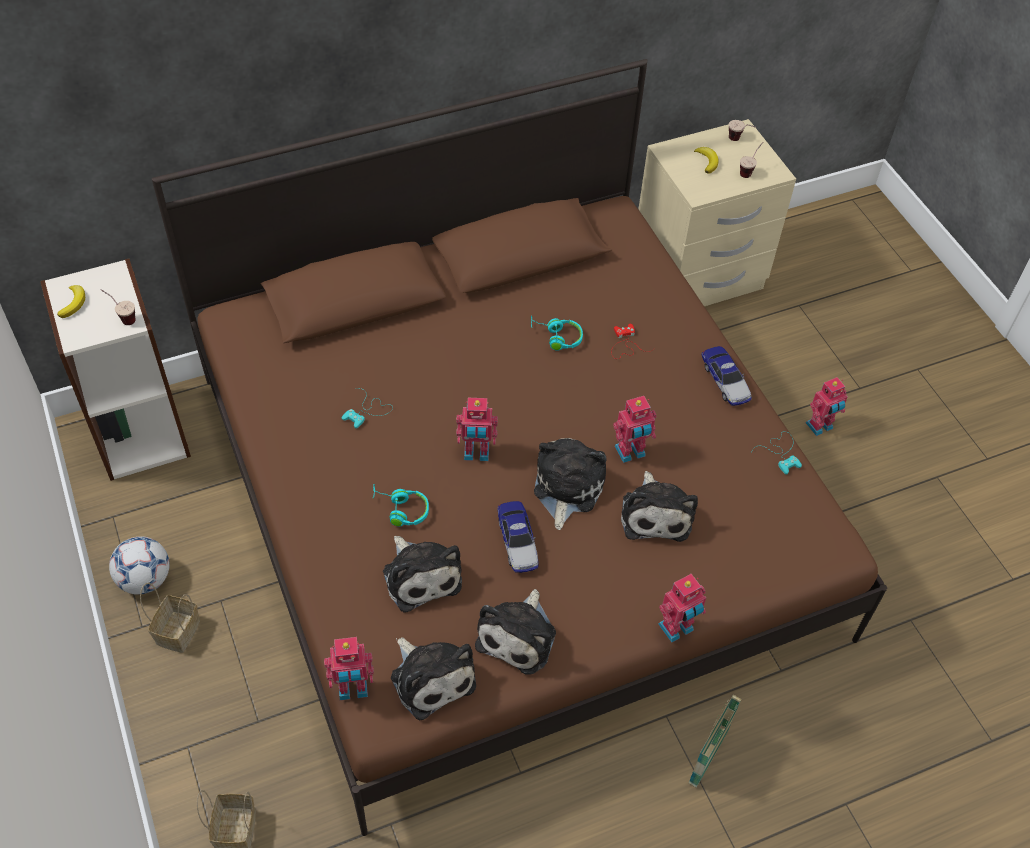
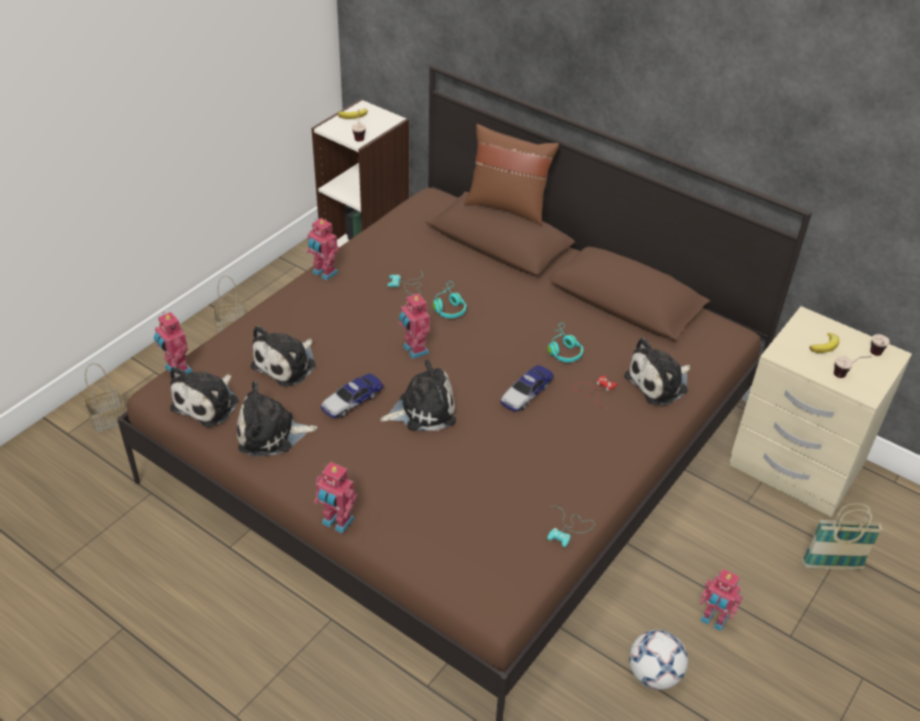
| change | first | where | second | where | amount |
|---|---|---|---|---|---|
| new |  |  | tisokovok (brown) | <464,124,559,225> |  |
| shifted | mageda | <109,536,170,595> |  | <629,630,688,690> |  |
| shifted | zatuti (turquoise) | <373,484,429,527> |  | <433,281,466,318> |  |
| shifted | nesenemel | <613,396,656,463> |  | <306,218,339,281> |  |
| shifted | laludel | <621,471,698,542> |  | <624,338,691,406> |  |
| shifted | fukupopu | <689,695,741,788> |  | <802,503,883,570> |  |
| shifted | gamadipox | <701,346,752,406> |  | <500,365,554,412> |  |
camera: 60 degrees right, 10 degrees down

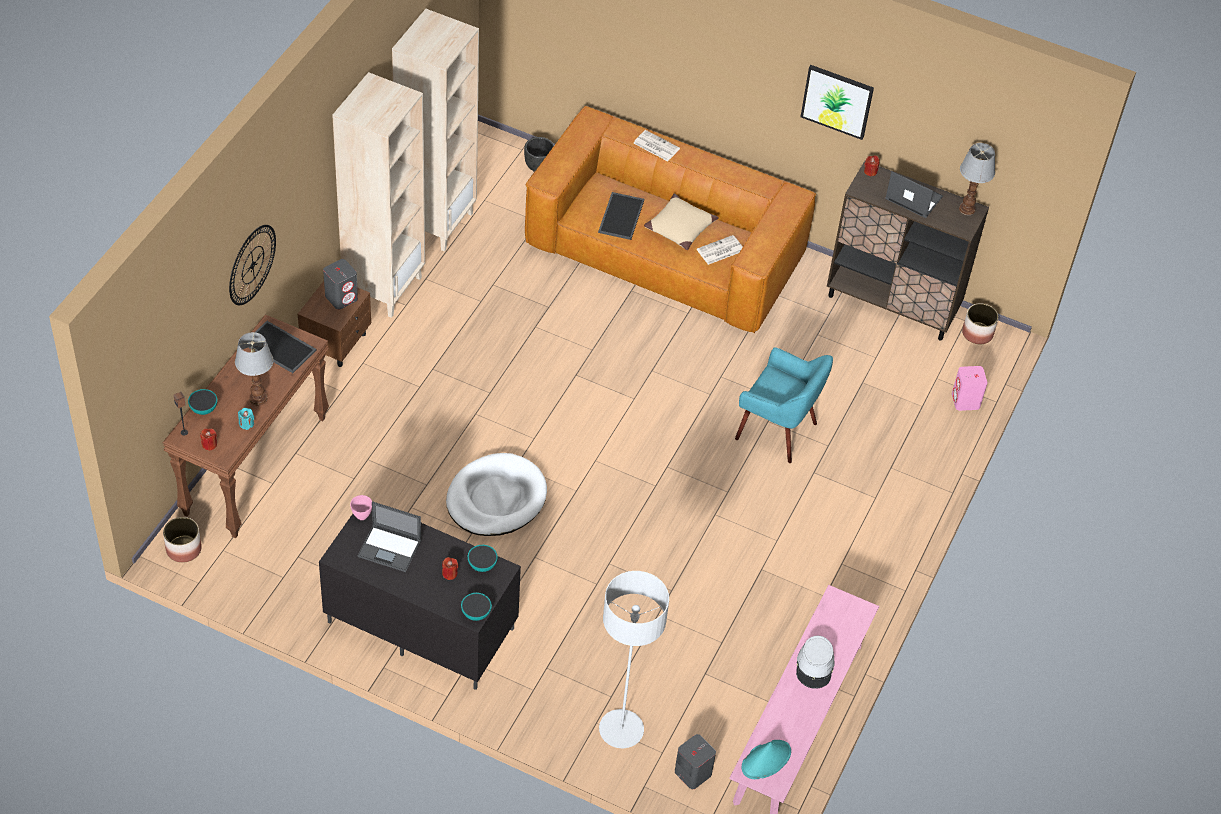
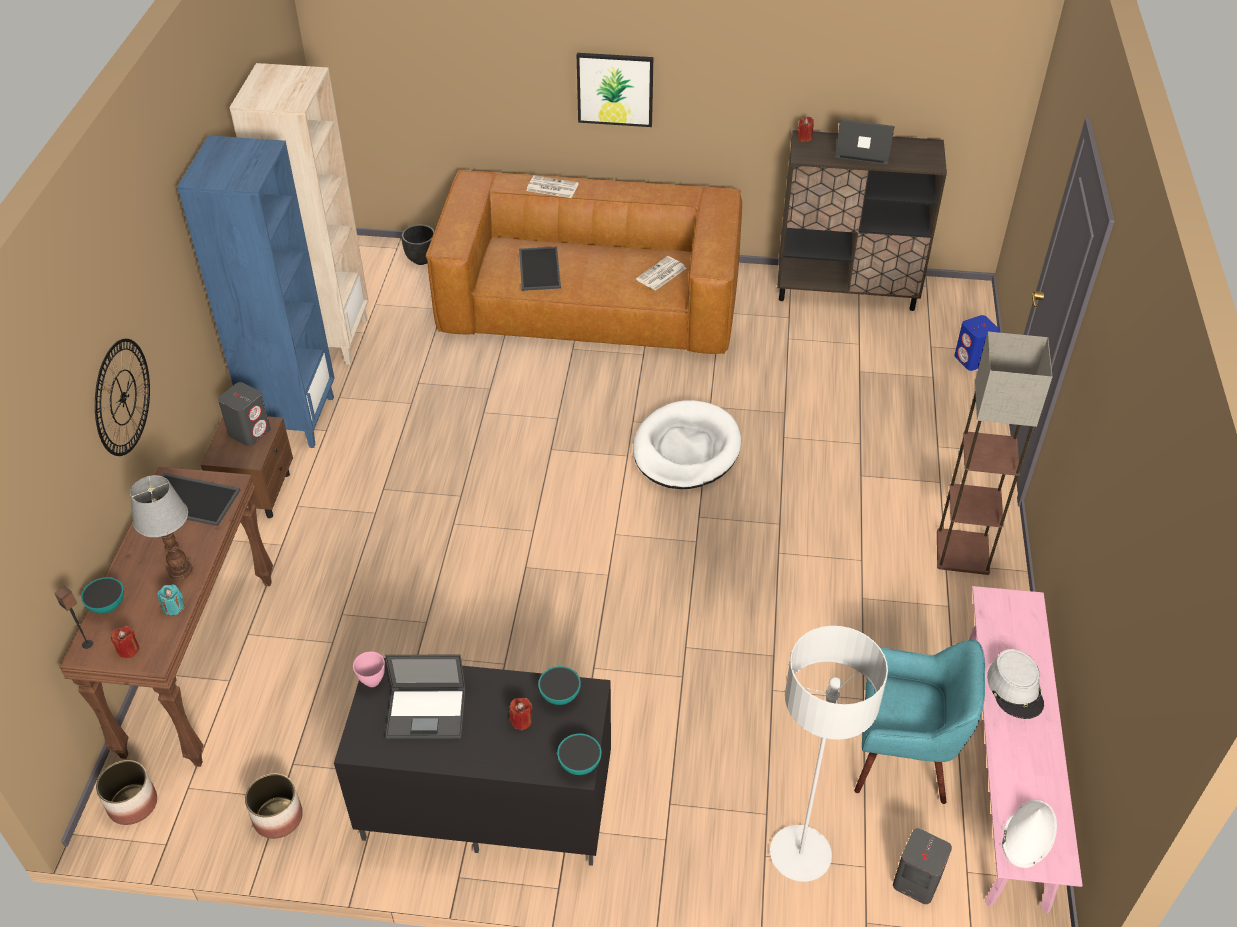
| change | first | where | second | where | amount |
|---|---|---|---|---|---|
| gone | tisokovok (beige) | <644,194,719,250> |  |  |  |
| gone | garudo | <959,143,995,215> |  |  |  |
| new |  |  | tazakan | <937,331,1052,575> |  |
| shifted | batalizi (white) | <446,453,547,536> |  | <633,400,741,489> |  |
| shifted | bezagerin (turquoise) | <735,347,833,463> |  | <854,640,985,804> |  |
| shifted | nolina | <801,65,874,140> |  | <577,53,653,127> |  |
| shifted | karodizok | <962,303,999,344> |  | <245,773,303,839> |  |
| repainted | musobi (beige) | <332,72,425,318> | musobi (blue) | <177,135,334,448> |  |
| repainted | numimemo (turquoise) | <742,740,791,779> | numimemo (white) | <1002,800,1057,868> |  |
| repainted | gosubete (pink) | <952,366,987,411> | gosubete (blue) | <954,315,1000,371> |  |
camera: 15 degrees left, 5 degrees down

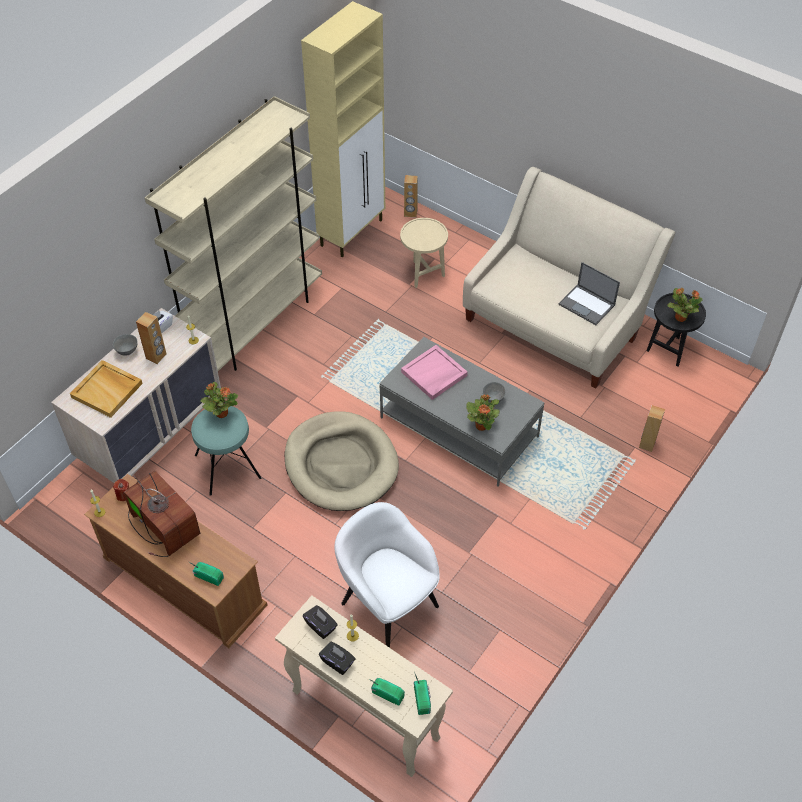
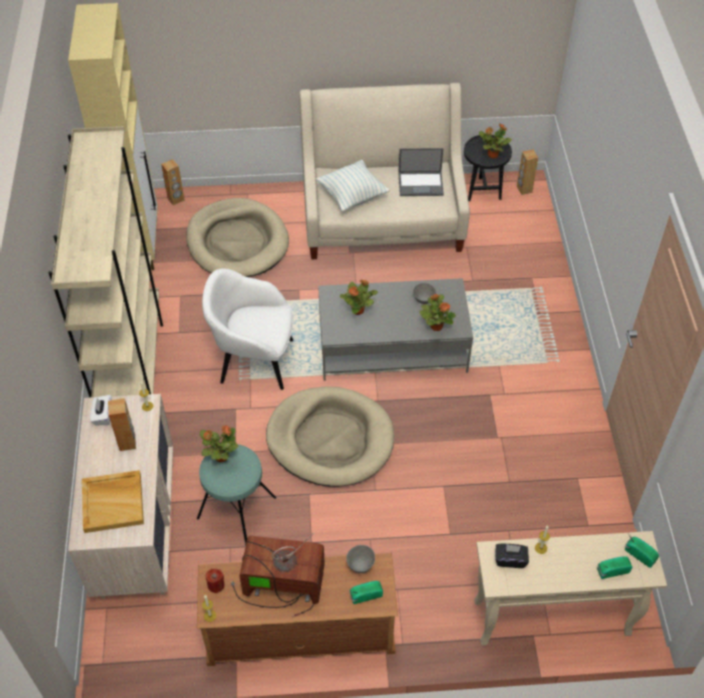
| change | first | where | second | where | amount |
|---|---|---|---|---|---|
| gone | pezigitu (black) | <319,641,355,675> |  |  |  |
| new |  |  | tisokovok | <316,160,389,212> |  |
| shifted | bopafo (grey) | <113,334,138,356> |  | <346,545,375,573> |  |
| shifted | bezagerin (white) | <334,502,440,648> |  | <202,268,293,390> |  |
| shifted | gosubete (brown) | <639,405,665,452> |  | <517,149,538,195> |  |
| swapped | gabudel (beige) | <400,218,448,288> | batalizi (beige) | <186,198,289,277> |  |
| swapped | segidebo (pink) | <401,345,468,400> | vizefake | <340,279,378,315> |  |
camera: 40 degrees left, 0 degrees up

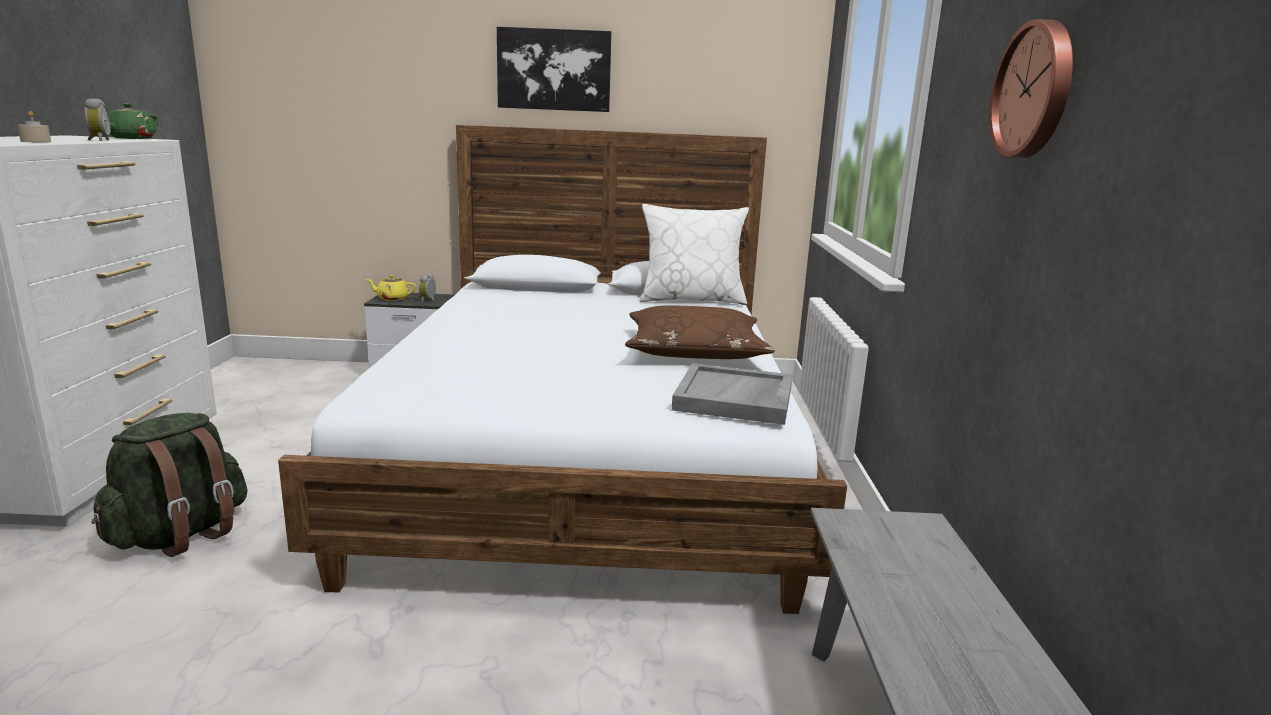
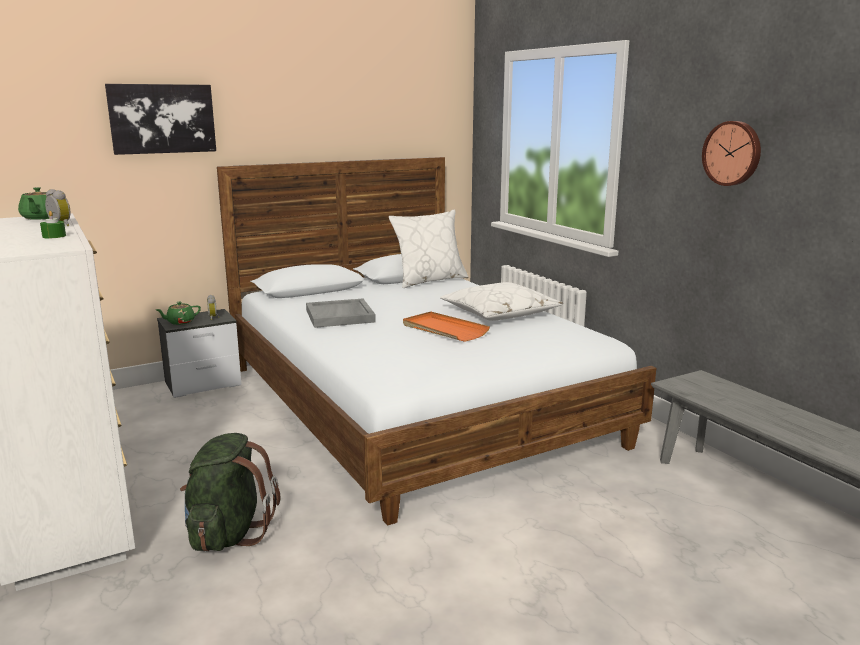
| change | first | where | second | where | amount |
|---|---|---|---|---|---|
| new |  |  | segidebo (orange) | <403,311,490,342> |  |
| shifted | nolina | <497,27,611,112> |  | <105,84,216,155> |  |
| shifted | segidebo (grey) | <672,363,793,425> |  | <306,299,376,328> |  |
| repainted | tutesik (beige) | <17,111,51,142> | tutesik (green) | <40,211,66,238> |  |
| repainted | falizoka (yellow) | <366,275,416,301> | falizoka (green) | <156,302,201,325> |  |
| repainted | tisokovok (brown) | <625,305,775,359> | tisokovok (white) | <440,282,563,321> |  |
camera: 30 degrees left, 0 degrees up

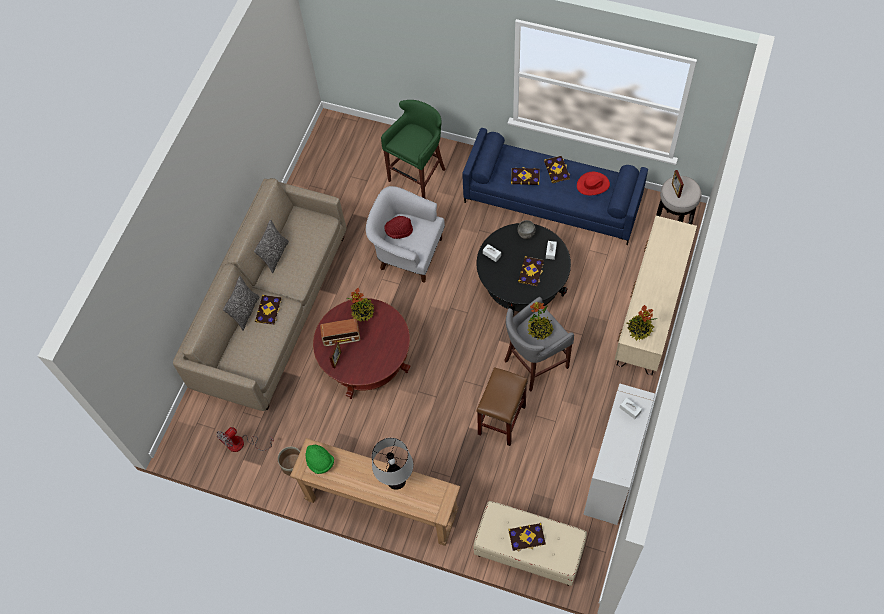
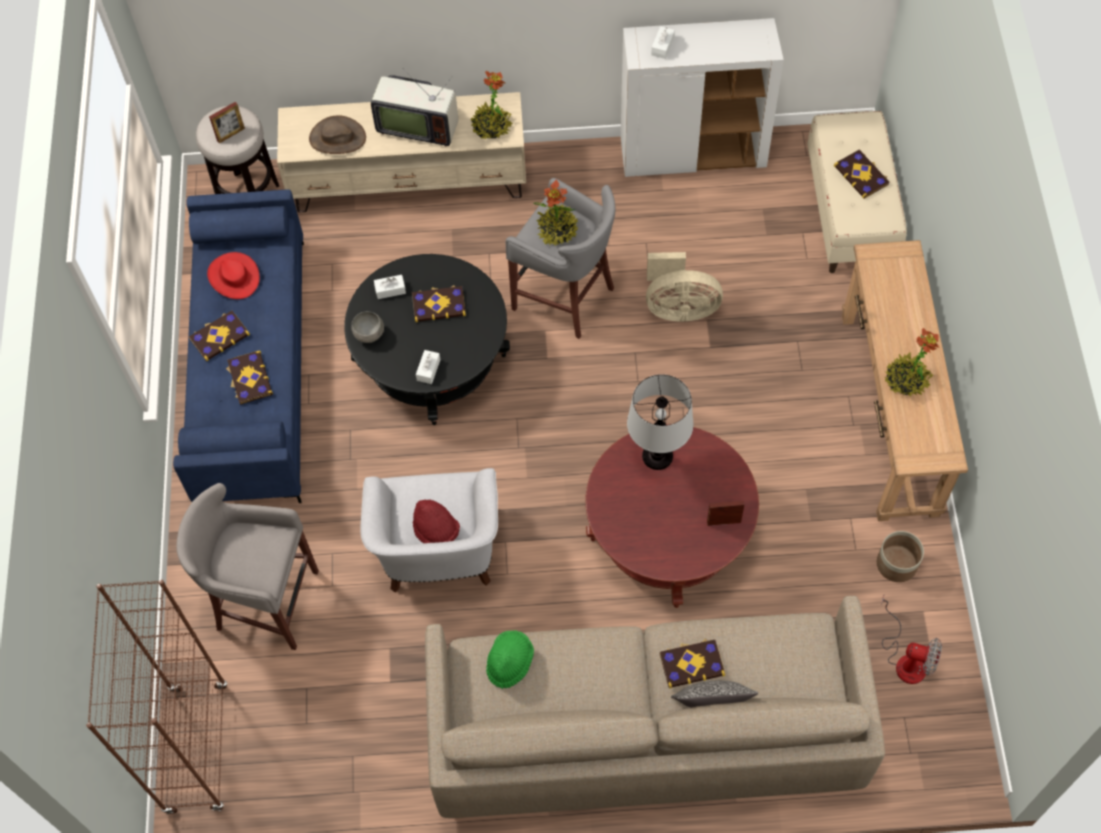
| change | first | where | second | where | amount |
|---|---|---|---|---|---|
| gone | tisokovok | <254,219,289,273> |  |  |  |
| gone | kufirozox | <320,319,360,346> |  |  |  |
| new |  |  | musobi (brown) | <86,579,227,815> |  |
| new |  |  | numimemo (brown) | <309,115,366,154> |  |
| new |  |  | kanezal | <371,68,458,147> |  |
| shifted | numimemo (green) | <306,445,334,474> |  | <486,630,534,689> |  |
| shifted | vizefake | <347,288,374,322> |  | <885,328,939,396> |  |
| shifted | garudo | <372,438,413,490> |  | <627,374,694,470> |  |
| swapped | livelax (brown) | <477,367,528,446> | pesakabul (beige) | <646,252,723,321> |  |
| repainted | livelax (green) | <381,100,446,198> | livelax (grey) | <176,483,319,650> |  |
camera: 115 degrees left, 0 degrees up

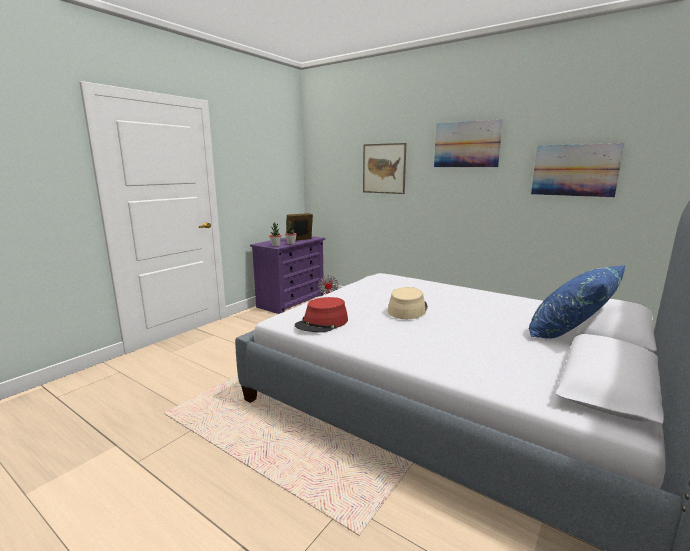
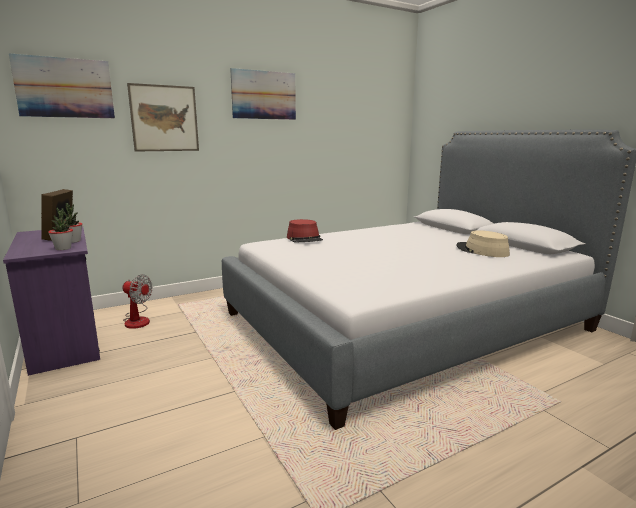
| change | first | where | second | where | amount |
|---|---|---|---|---|---|
| gone | tisokovok (blue) | <529,265,626,339> |  |  |  |
| shifted | numimemo (red) | <295,297,348,333> |  | <287,219,323,243> |  |
| shifted | numimemo (beige) | <388,287,428,319> |  | <456,230,510,257> |  |
| shifted | nolina | <531,143,624,197> |  | <9,53,115,118> |  |
camera: 65 degrees left, 0 degrees up

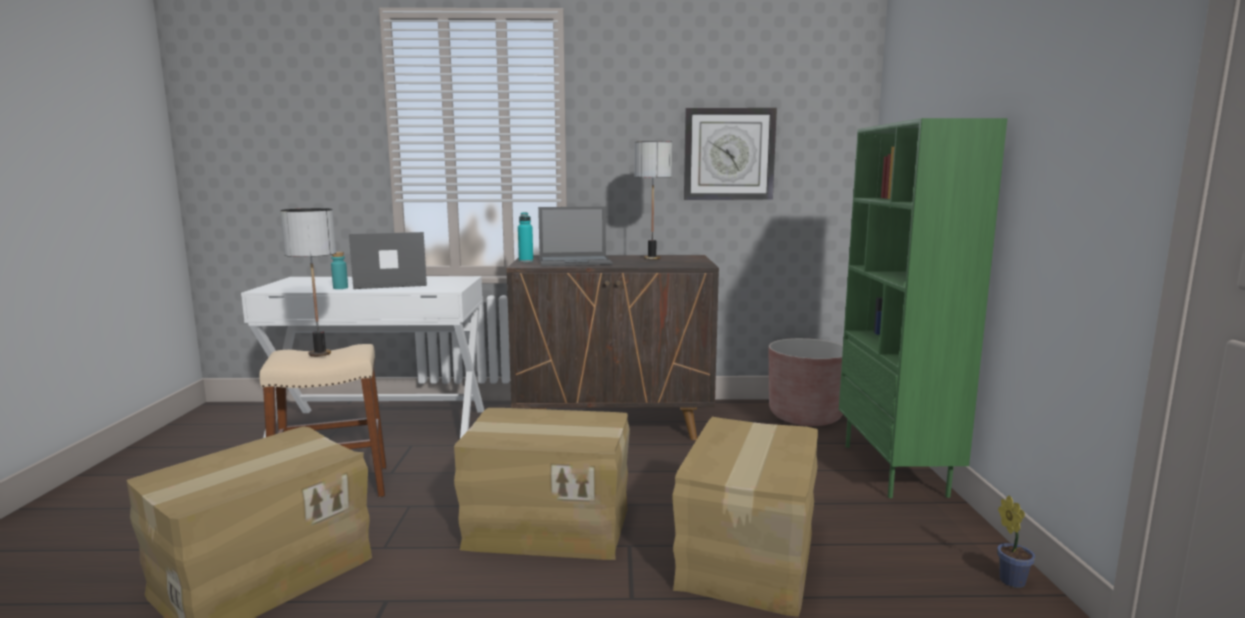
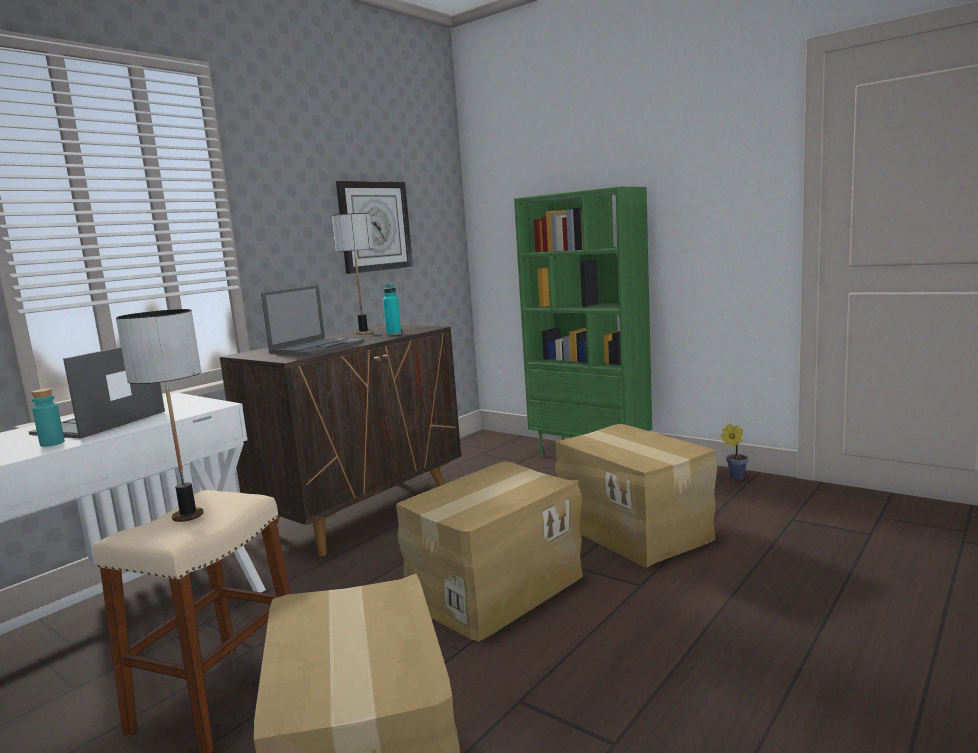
| change | first | where | second | where | amount |
|---|---|---|---|---|---|
| gone | karodizok (brown) | <769,338,843,426> |  |  |  |
| shifted | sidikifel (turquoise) | <518,212,533,262> |  | <383,284,401,335> |  |
camera: 50 degrees left, 0 degrees up

